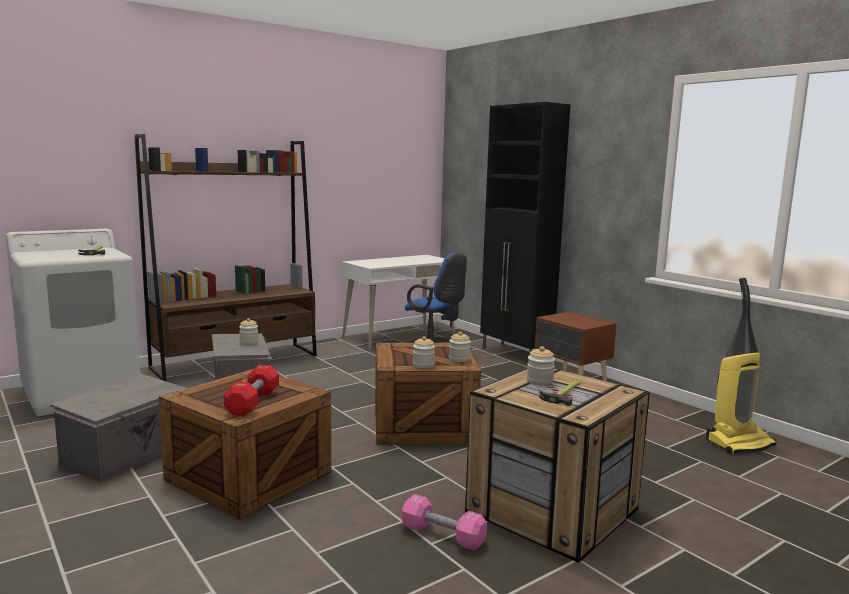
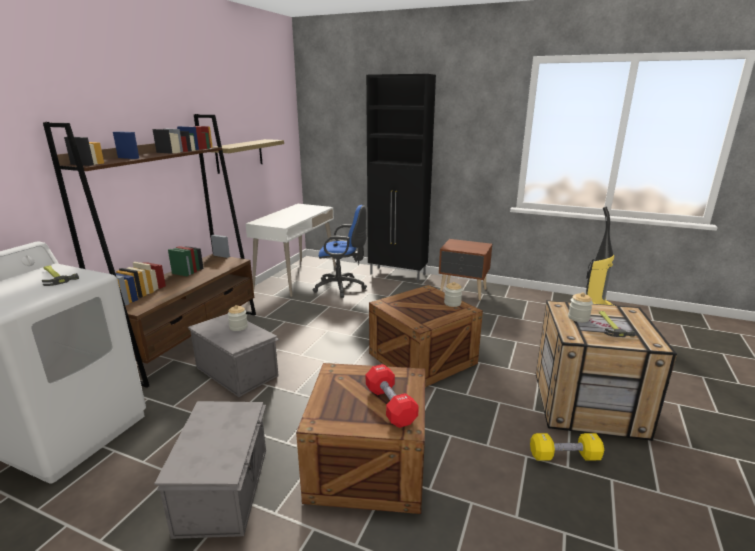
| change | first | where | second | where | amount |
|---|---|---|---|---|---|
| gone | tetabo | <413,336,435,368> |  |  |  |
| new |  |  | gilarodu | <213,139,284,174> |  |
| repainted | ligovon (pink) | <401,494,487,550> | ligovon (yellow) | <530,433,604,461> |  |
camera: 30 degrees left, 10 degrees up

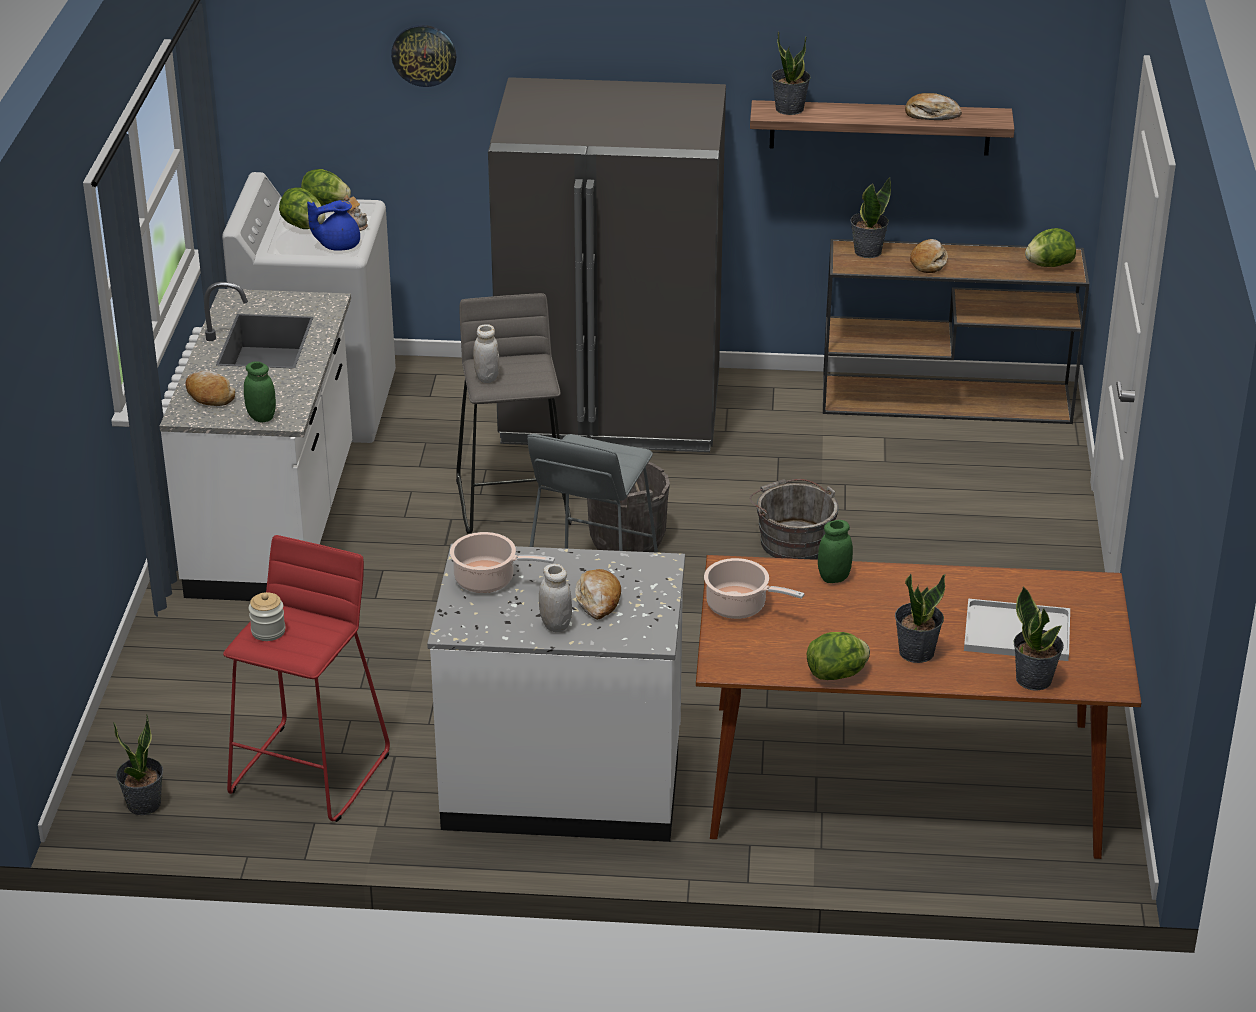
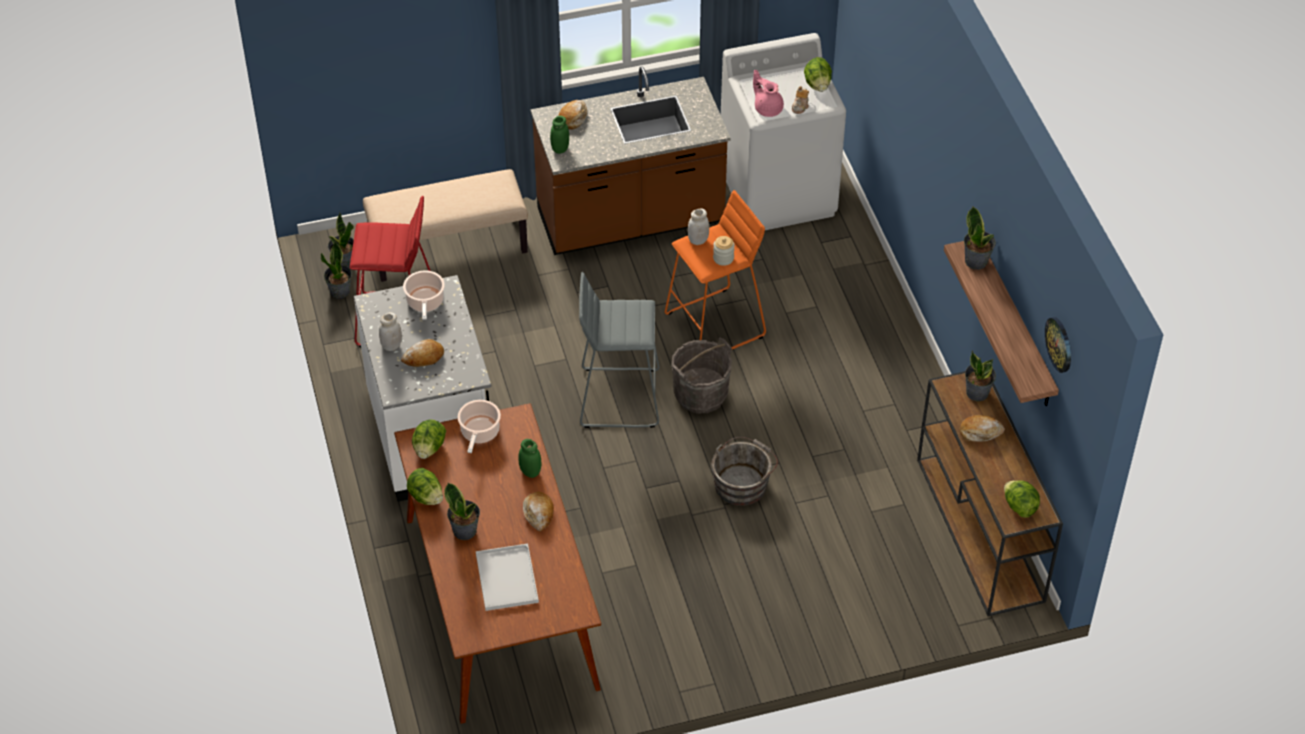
| change | first | where | second | where | amount |
|---|---|---|---|---|---|
| gone | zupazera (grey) | <488,77,726,452> |  |  |  |
| new |  |  | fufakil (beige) | <363,169,528,282> |  |
| shifted | tetabo | <249,592,285,641> |  | <713,236,735,266> |  |
| shifted | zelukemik | <279,187,326,229> |  | <412,420,446,459> |  |
| shifted | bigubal | <391,25,456,87> |  | <1045,317,1071,373> |  |
| shifted | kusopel | <905,93,962,120> |  | <523,492,554,531> |  |
| shifted | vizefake | <1013,586,1064,691> |  | <321,241,352,299> |  |
| repainted | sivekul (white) | <159,282,352,601> | sivekul (brown) | <531,66,731,255> |  |
| repainted | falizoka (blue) | <307,200,360,251> | falizoka (pink) | <753,70,784,117> |  |
| repainted | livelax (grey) | <456,293,572,534> | livelax (orange) | <665,190,766,349> |  |
camera: 70 degrees right, 15 degrees up

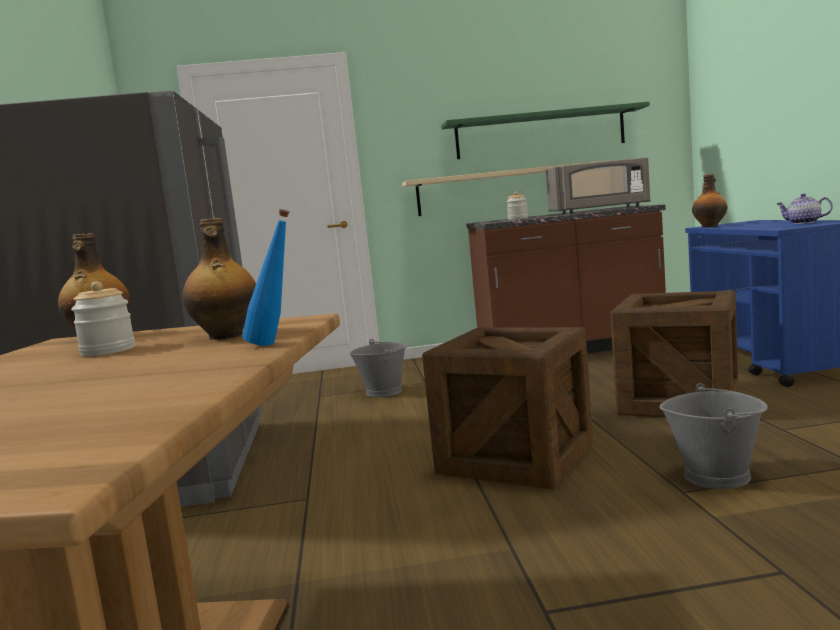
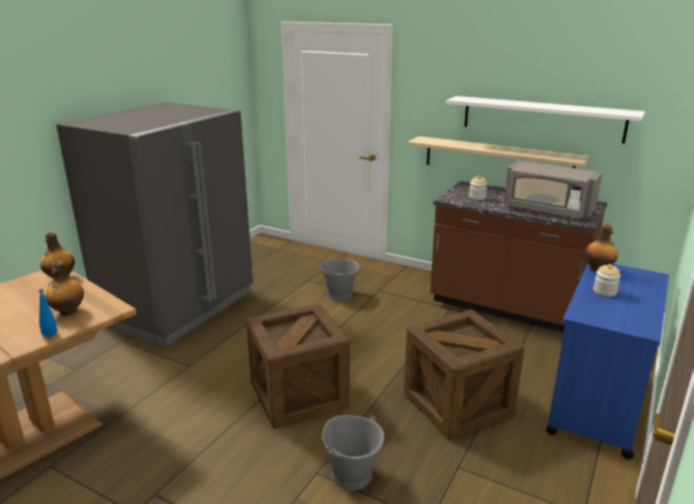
| change | first | where | second | where | amount |
|---|---|---|---|---|---|
| gone | falizoka | <777,194,833,224> |  |  |  |
| shifted | tetabo | <71,281,135,356> |  | <593,264,621,297> |  |
| repainted | gilarodu (green) | <441,102,650,159> | gilarodu (white) | <446,96,645,144> |  |
camera: 35 degrees right, 15 degrees up

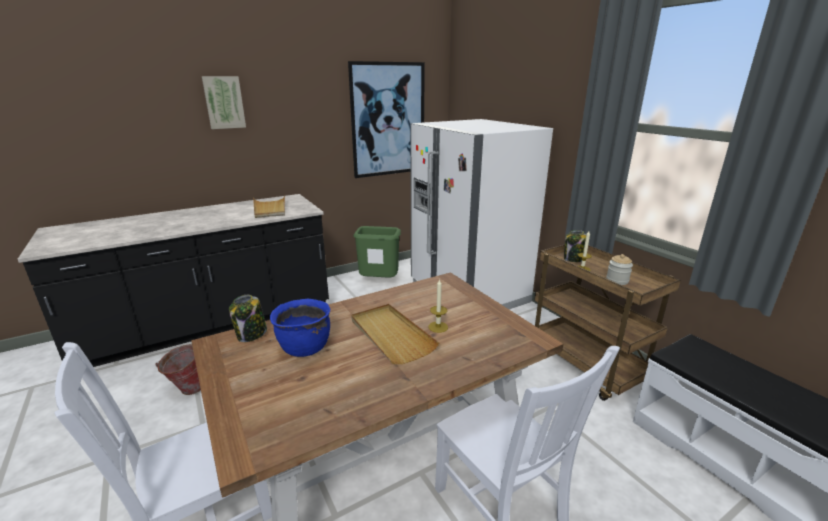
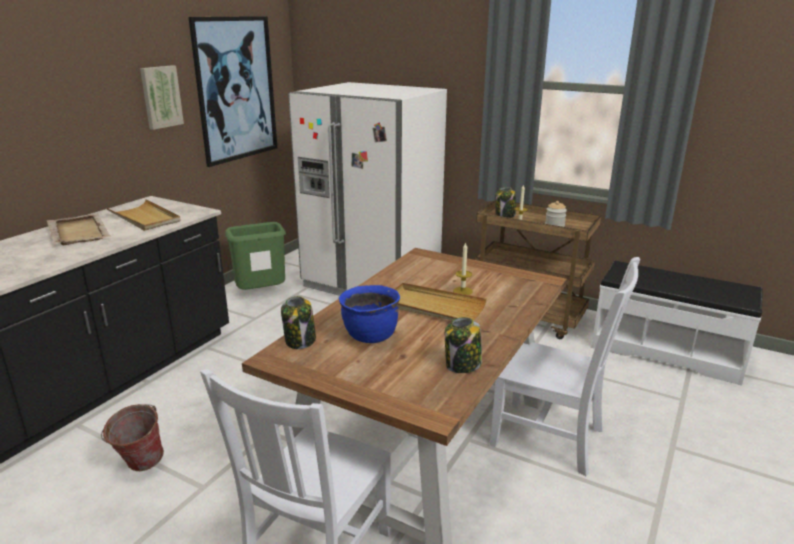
| change | first | where | second | where | amount |
|---|---|---|---|---|---|
| new |  |  | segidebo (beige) | <47,213,111,245> |  |
| new |  |  | tetabo | <445,317,482,373> |  |
| shifted | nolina | <202,76,246,129> |  | <140,65,184,130> |  |
camera: 30 degrees left, 0 degrees up

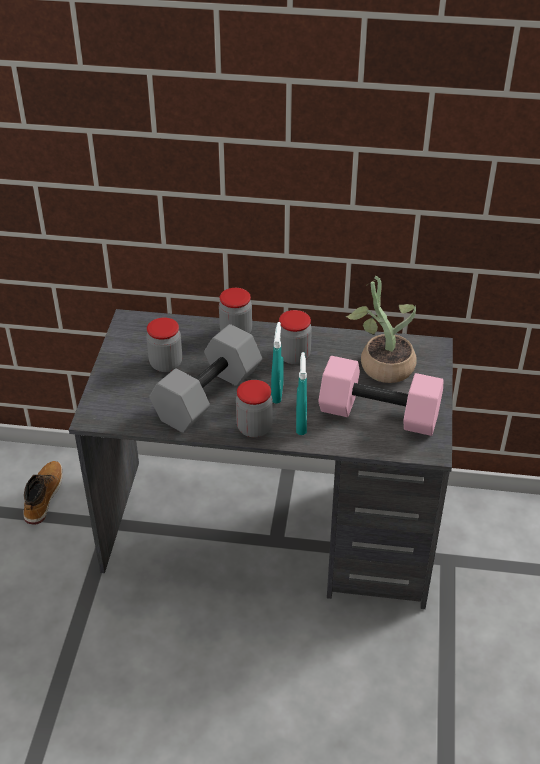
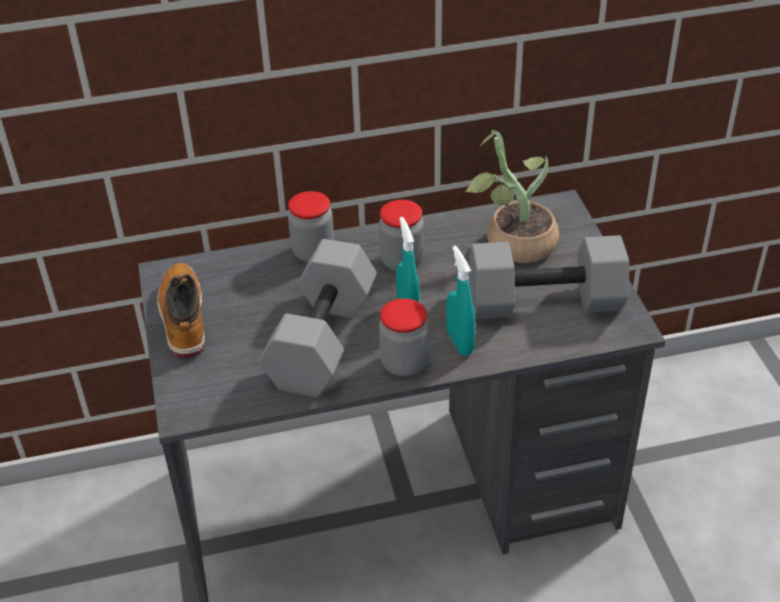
| change | first | where | second | where | amount |
|---|---|---|---|---|---|
| gone | tetabo | <146,318,182,372> |  |  |  |
| shifted | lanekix | <23,461,63,525> |  | <157,263,205,358> |  |
| repainted | ligovon (pink) | <318,356,444,436> | ligovon (grey) | <469,235,629,319> |  |
camera: 20 degrees left, 0 degrees up

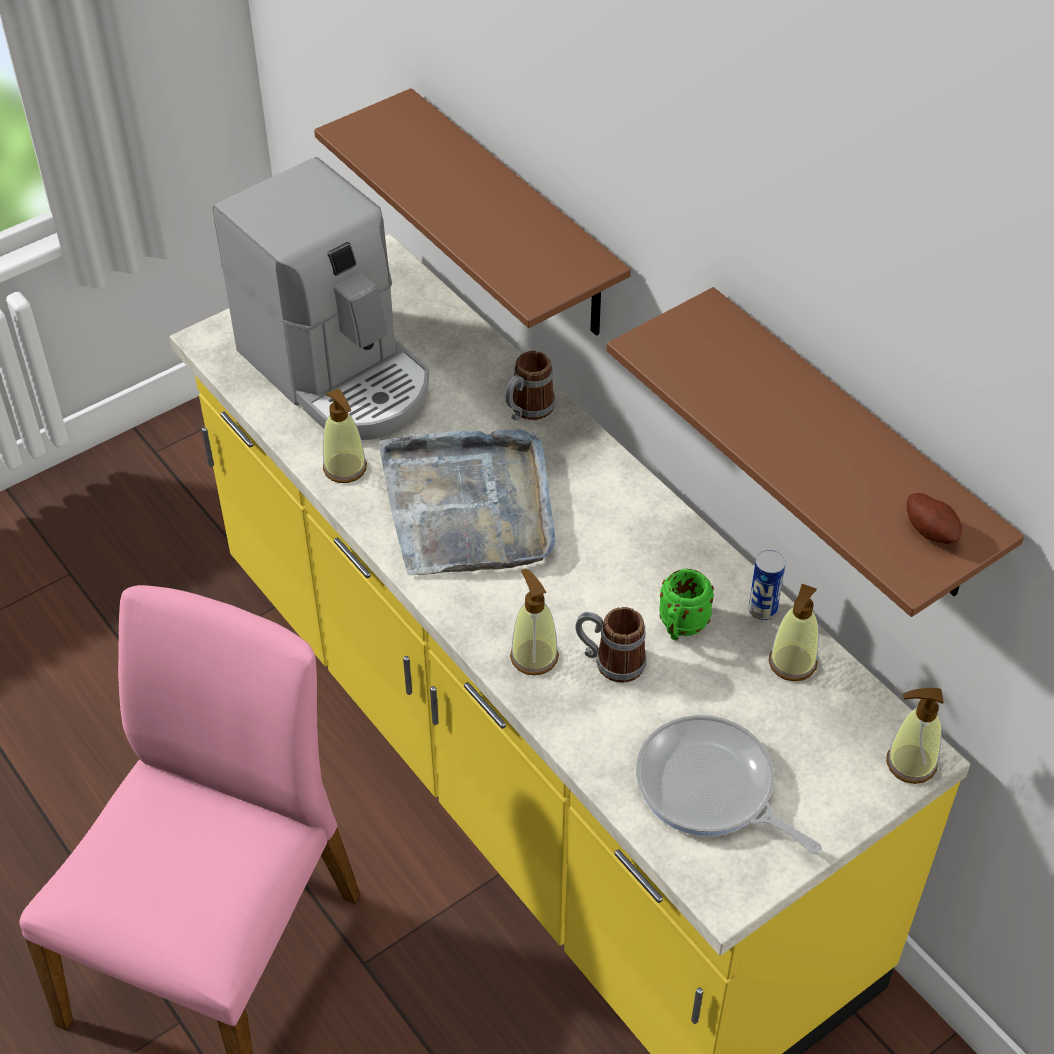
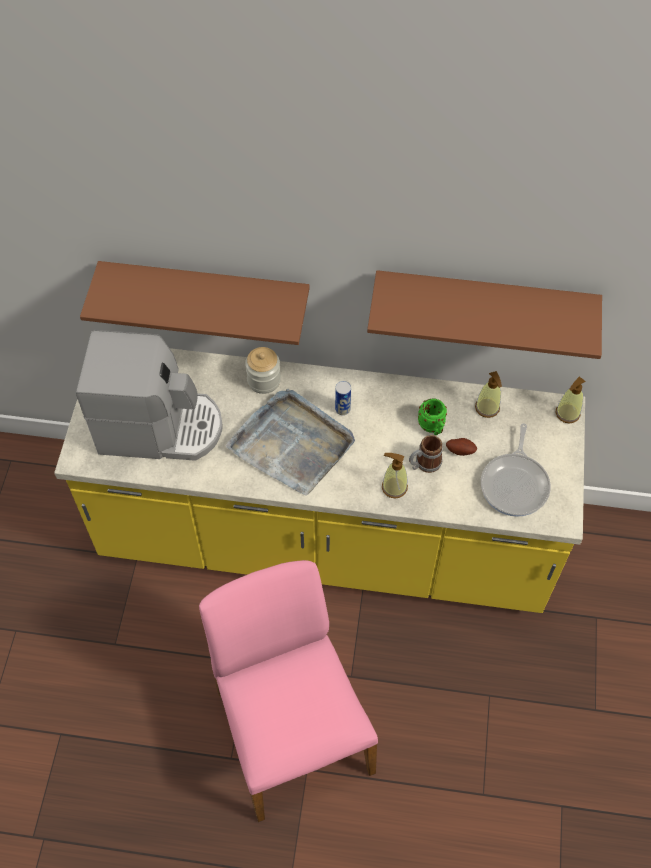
| change | first | where | second | where | amount |
|---|---|---|---|---|---|
| gone | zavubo | <323,388,367,483> |  |  |  |
| shifted | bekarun | <748,550,786,620> |  | <335,381,351,415> |  |
| shifted | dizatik | <907,493,962,544> |  | <446,438,477,456> |  |
| swapped | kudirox | <506,351,555,421> | tetabo | <245,347,281,394> |  |
| rotated | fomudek | <636,715,822,854> |  | <481,423,551,517> | 75 degrees counterclockwise |
camera: 45 degrees left, 10 degrees up

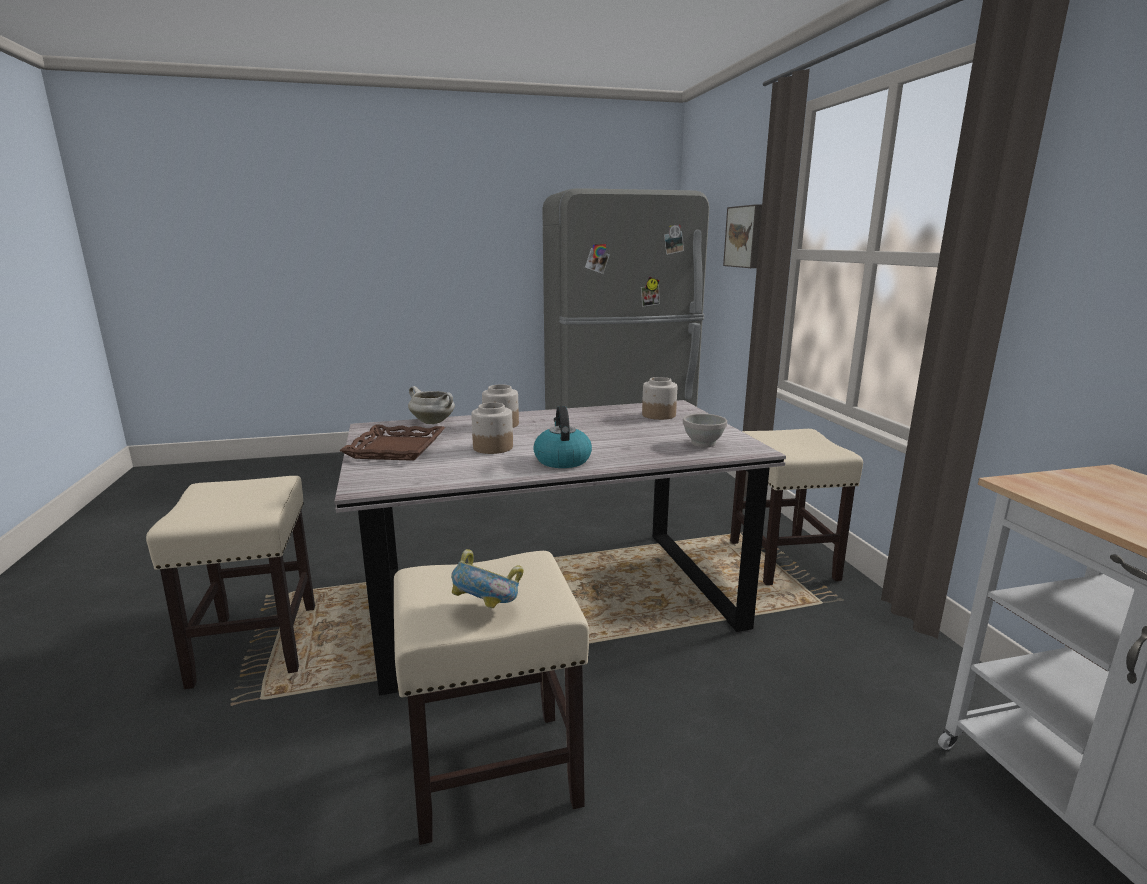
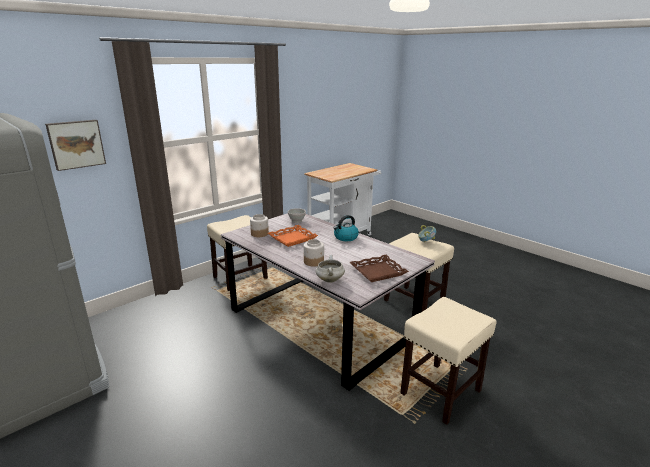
| change | first | where | second | where | amount |
|---|---|---|---|---|---|
| gone | tetabo | <471,402,513,454> |  |  |  |
| new |  |  | segidebo (orange) | <268,225,318,247> |  |
camera: 120 degrees left, 5 degrees up

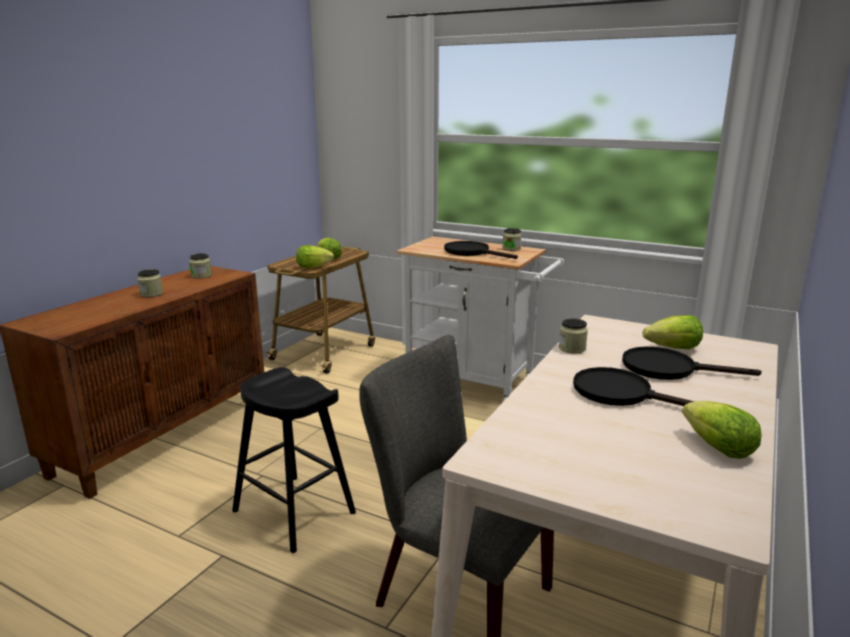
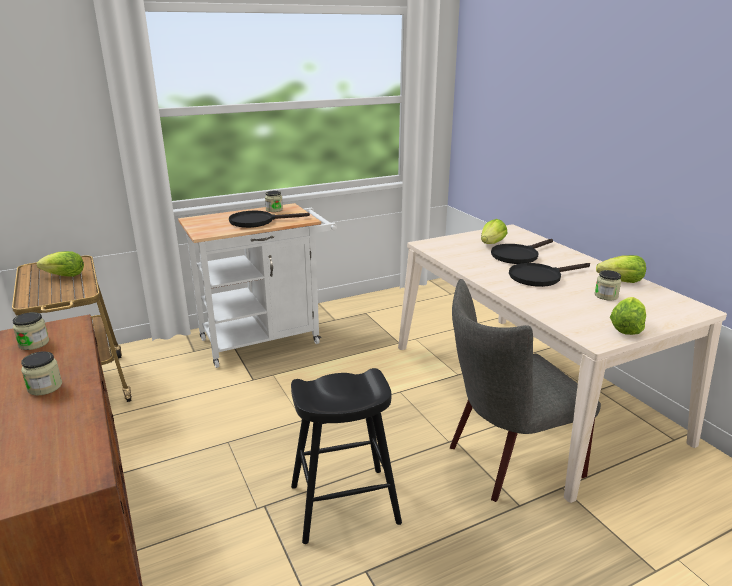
| change | first | where | second | where | amount |
|---|---|---|---|---|---|
| shifted | zelukemik | <296,245,334,268> |  | <610,297,646,335> |  |
| shifted | tetabo | <559,318,588,354> |  | <594,270,621,301> |  |
camera: 55 degrees left, 5 degrees up

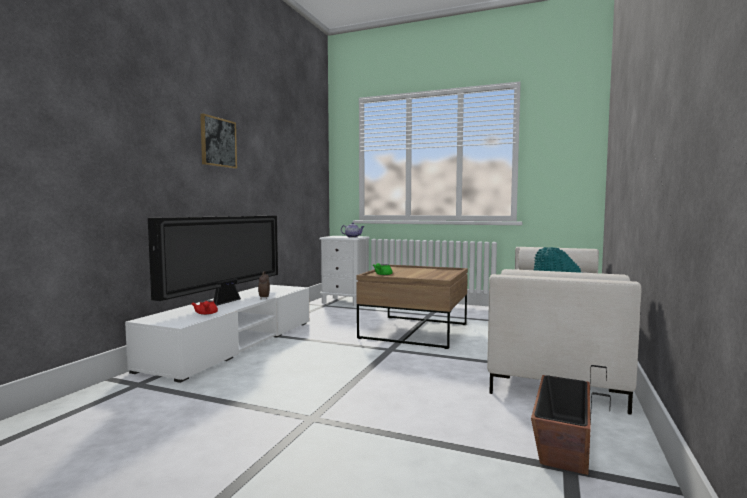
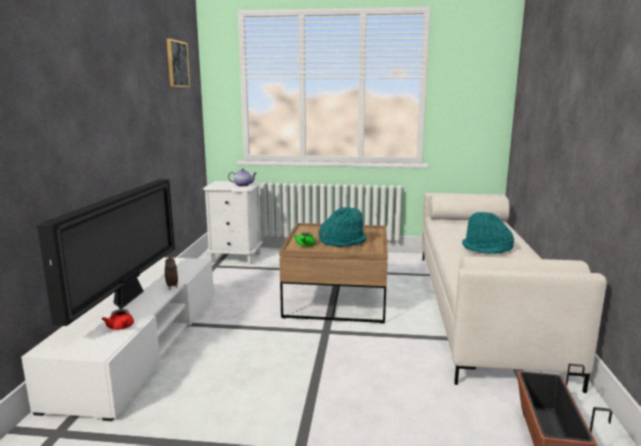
| change | first | where | second | where | amount |
|---|---|---|---|---|---|
| new |  |  | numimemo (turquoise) | <319,207,367,247> |  |
| shifted | nolina | <200,114,237,169> |  | <167,39,190,87> |  |
camera: 15 degrees left, 10 degrees up

